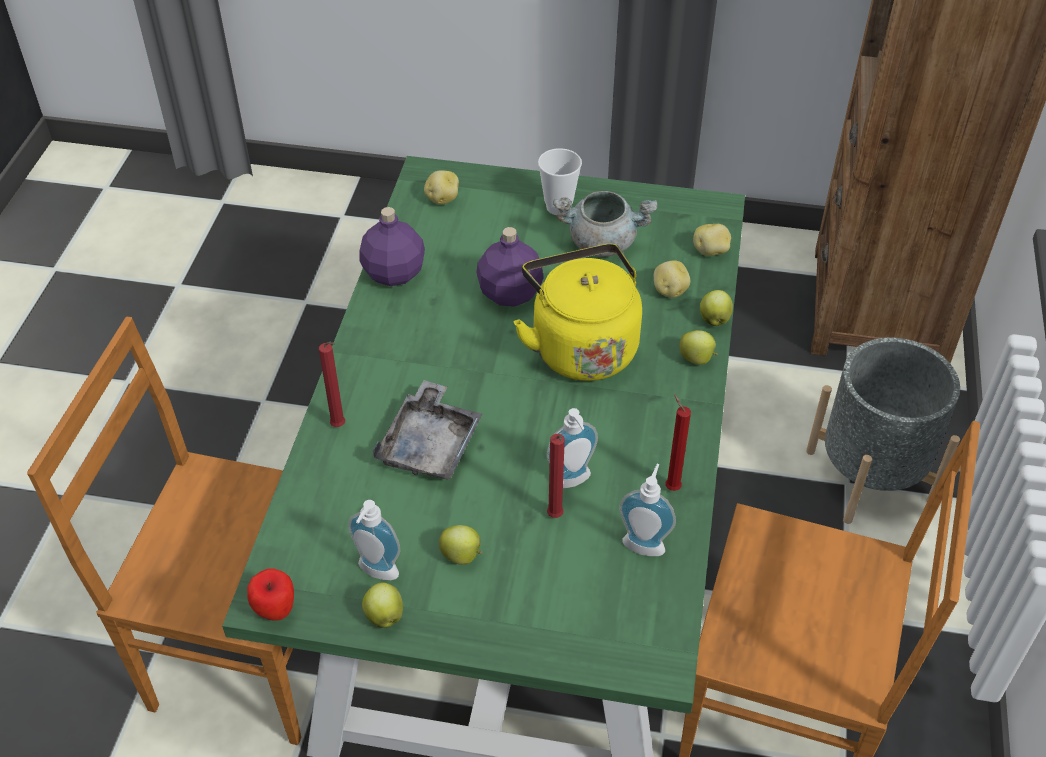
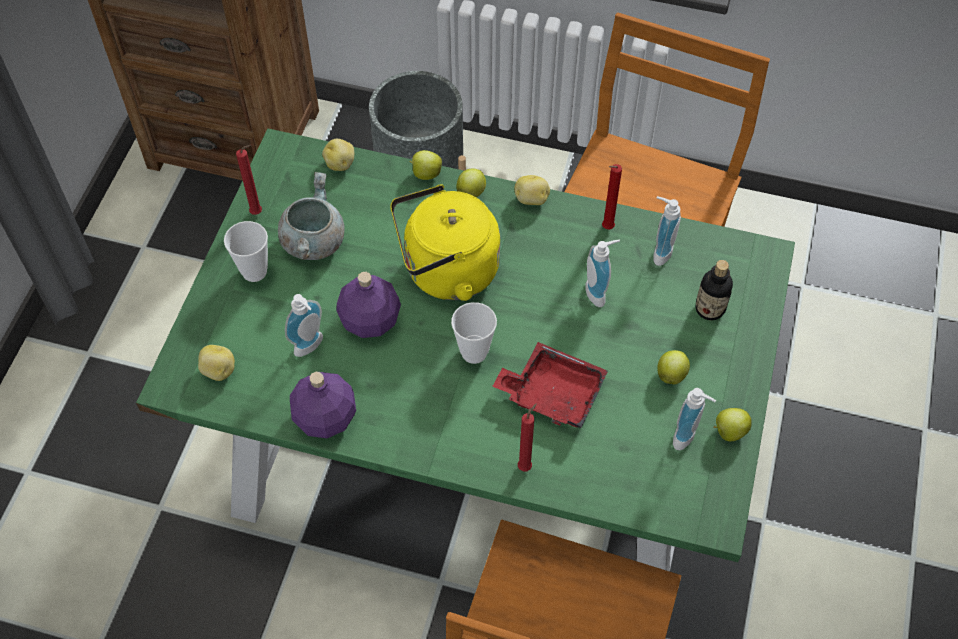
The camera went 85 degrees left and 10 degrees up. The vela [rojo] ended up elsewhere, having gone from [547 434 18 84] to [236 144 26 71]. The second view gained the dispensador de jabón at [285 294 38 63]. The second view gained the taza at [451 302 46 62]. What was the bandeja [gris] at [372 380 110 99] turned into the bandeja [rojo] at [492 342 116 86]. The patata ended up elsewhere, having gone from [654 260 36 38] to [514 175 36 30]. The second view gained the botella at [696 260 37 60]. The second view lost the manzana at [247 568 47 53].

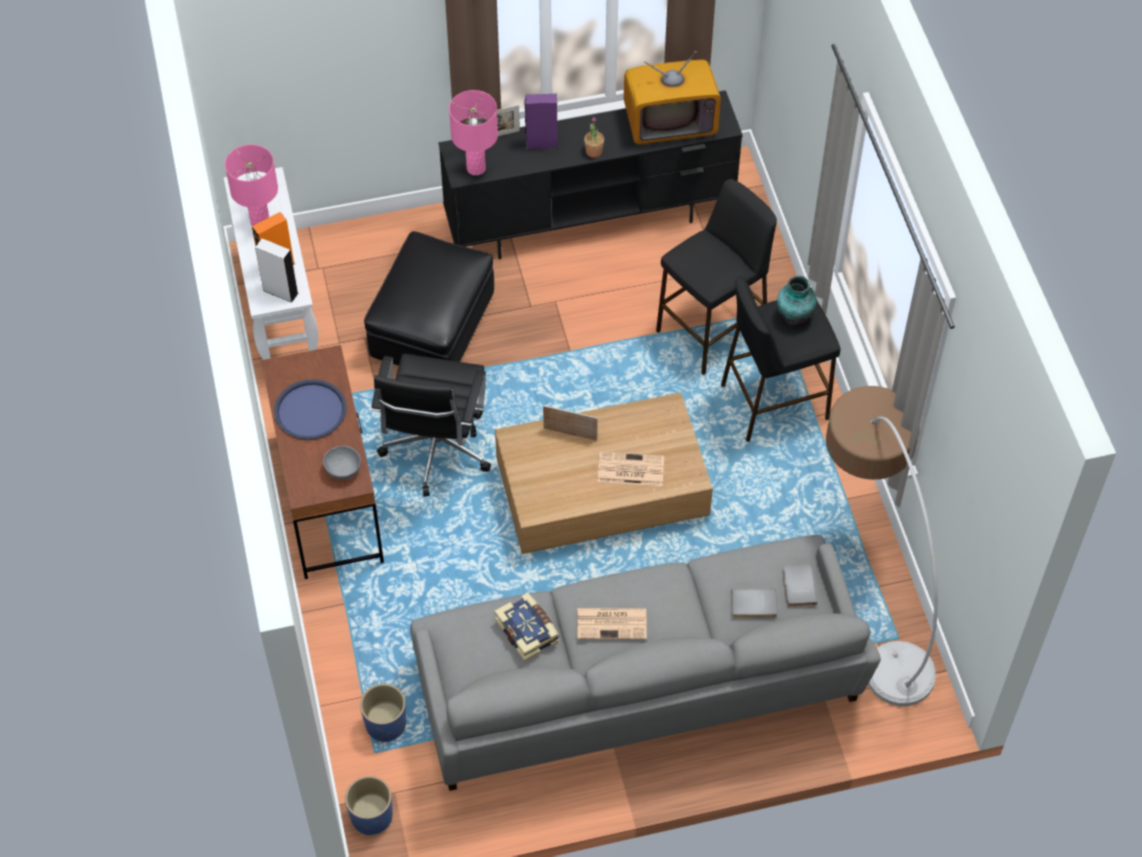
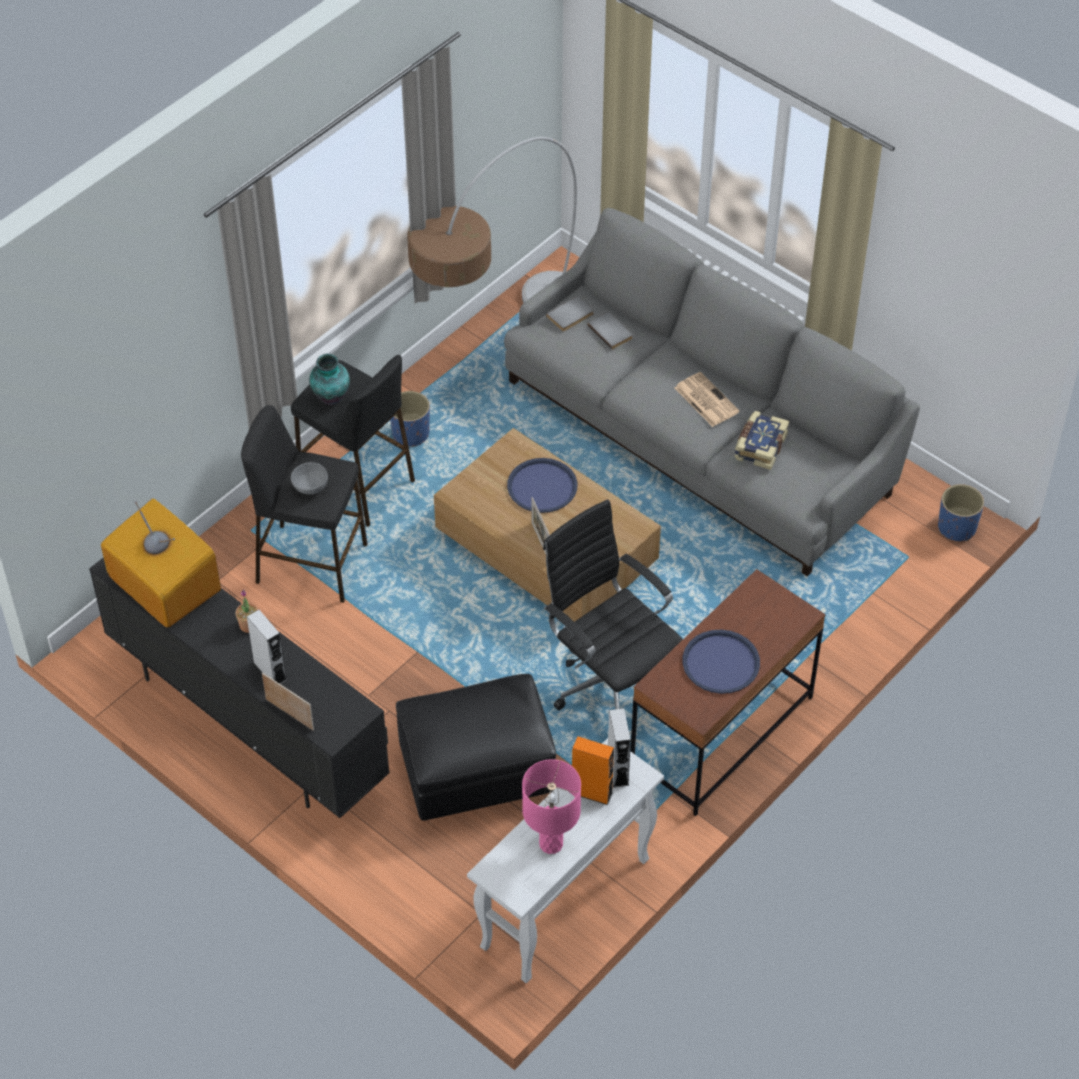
The camera went 125 degrees left and 5 degrees down. What was the altavoz [morado] at [525 94 33 56] turned into the altavoz [gris] at [247 610 40 74]. The cuenco [gris] ended up elsewhere, having gone from [323 446 38 34] to [291 462 37 32]. The maceta [azul] ended up elsewhere, having gone from [360 684 46 58] to [390 391 40 56]. Where the periódico stood at [597 452 67 34], the bandeja [azul] came to stand at [507 458 71 55]. The silla de oficina [negro] at [371 354 120 143] ended up facing another way, 105 degrees counterclockwise from before. The second view lost the lámpara de mesa [rosa] at [449 90 49 85].

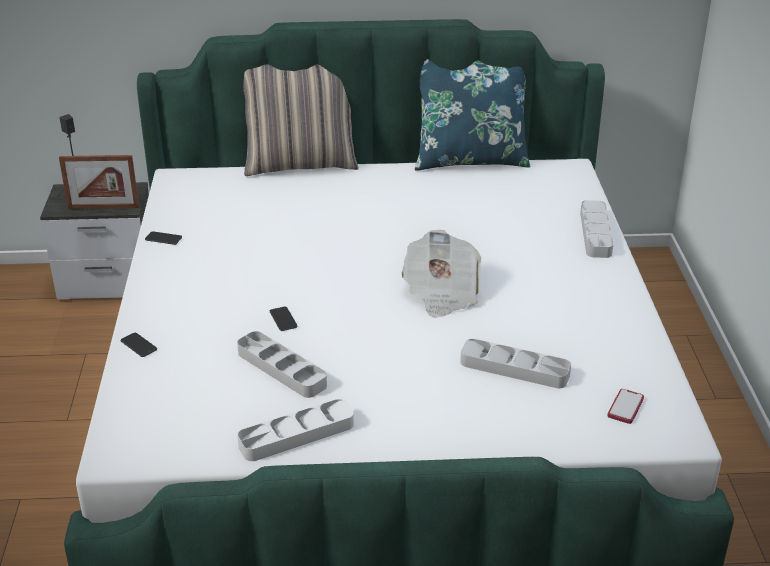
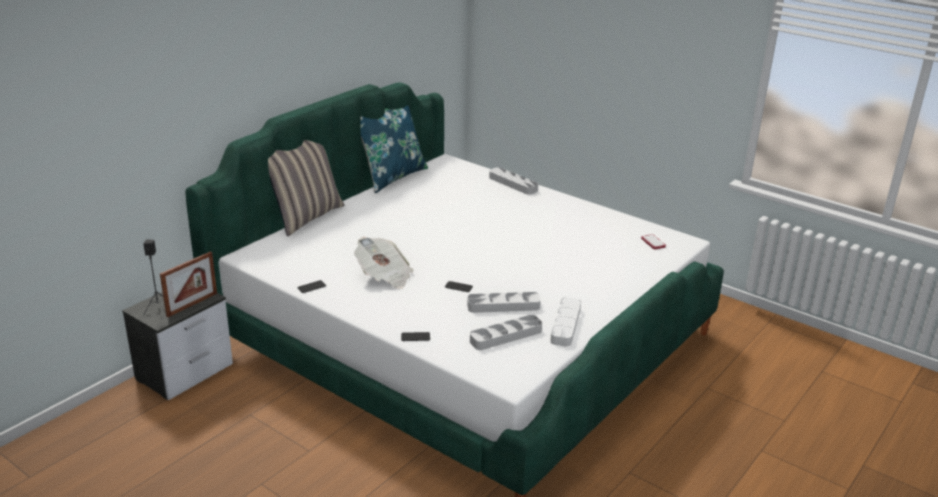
The camera went 50 degrees left and 5 degrees down. The periódico ended up elsewhere, having gone from [401 230 80 88] to [354 237 59 52]. The bandeja [gris] ended up elsewhere, having gone from [460 339 111 50] to [470 315 72 35].

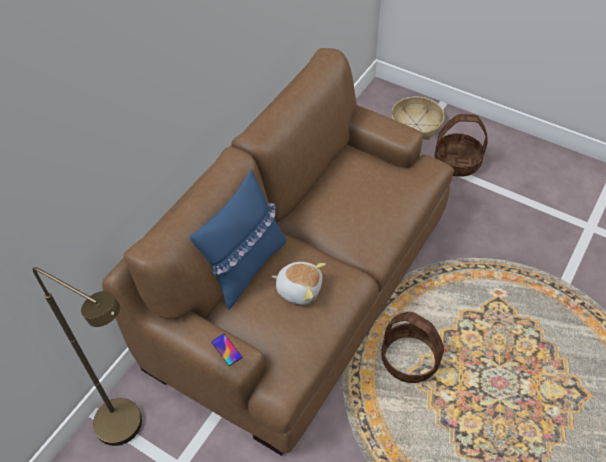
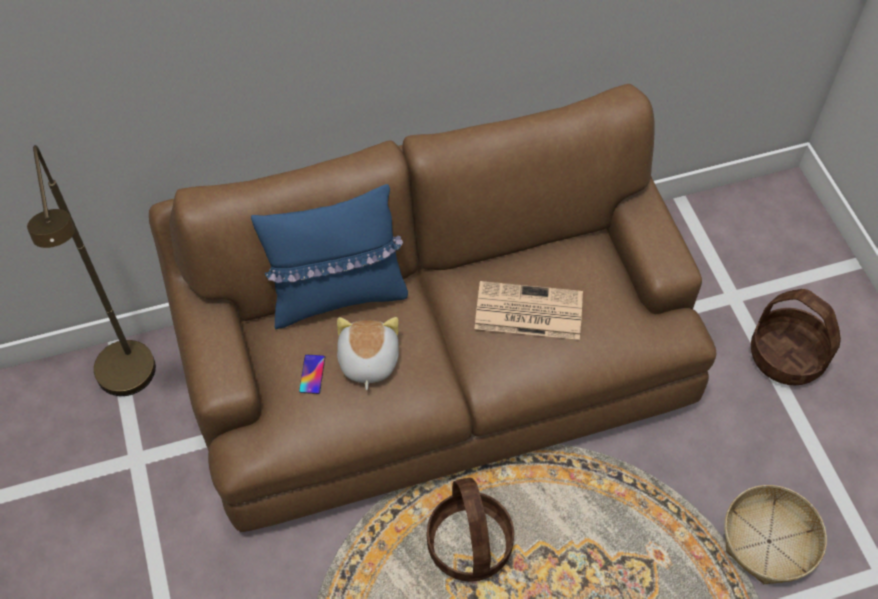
The camera went 40 degrees right and 5 degrees up. The móvil ended up elsewhere, having gone from [211 334 31 32] to [299 354 26 40]. The peluche at [272 262 54 43] ended up facing another way, 150 degrees counterclockwise from before. The second view gained the periódico at [475 281 108 59]. The cesta ended up elsewhere, having gone from [391 96 53 44] to [724 485 103 99].

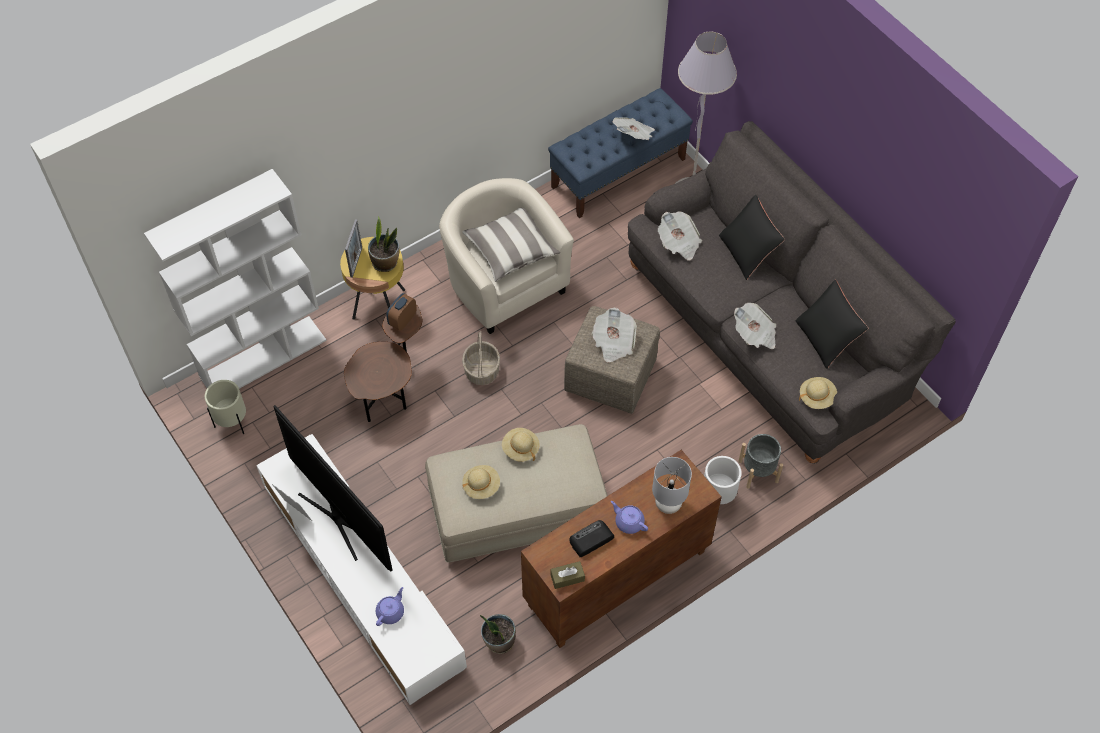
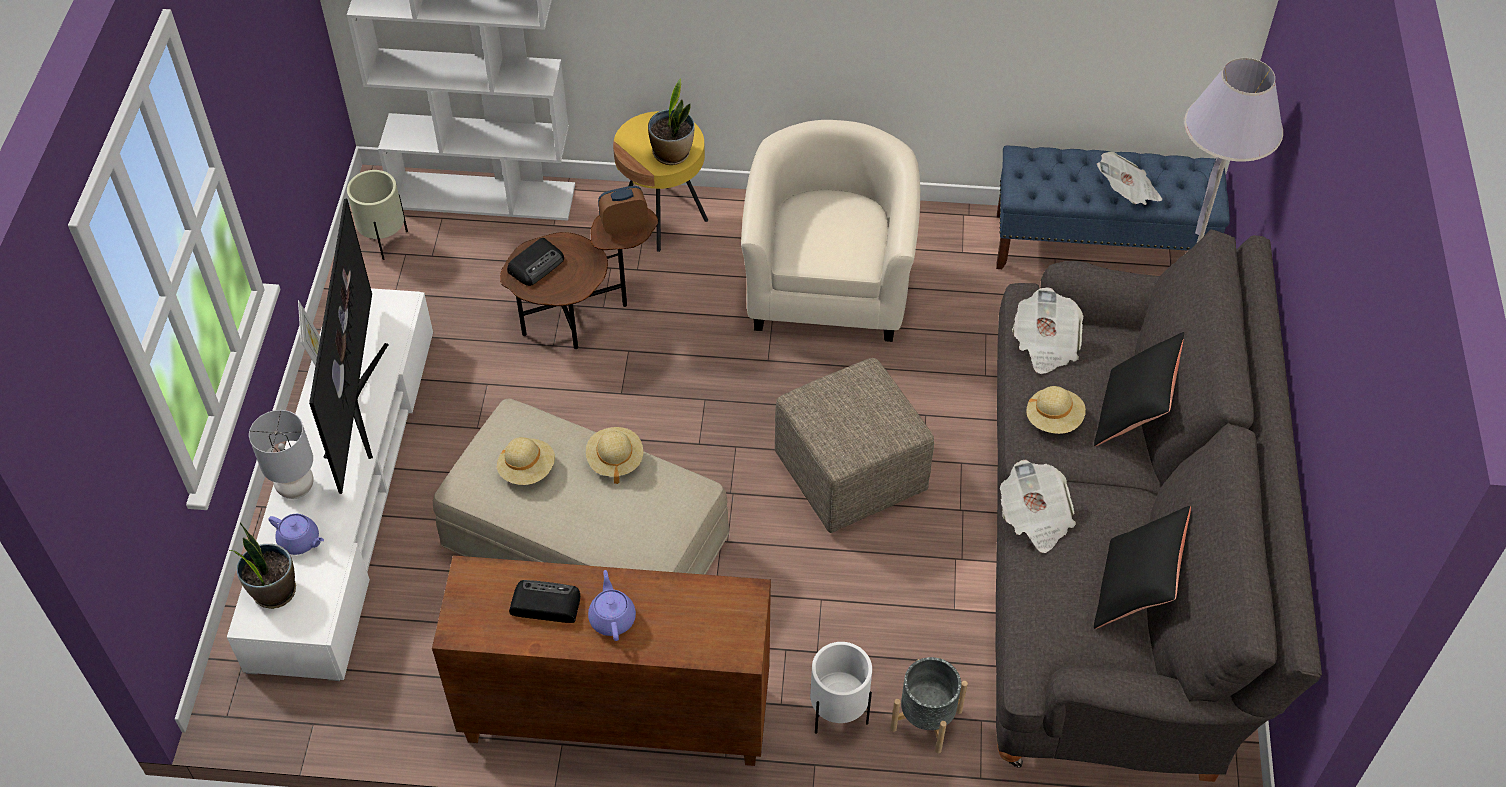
The camera went 40 degrees right and 5 degrees down. The planta en maceta ended up elsewhere, having gone from [480 614 36 40] to [229 523 67 86]. The lámpara de mesa [gris] ended up elsewhere, having gone from [652 457 40 57] to [249 410 65 89]. The tetera [morado] at [376 587 28 39] ended up facing another way, 45 degrees clockwise from before. The second view gained the radio at [507 238 57 48]. The sombrero [beis] ended up elsewhere, having gone from [799 377 38 32] to [1026 386 60 48]. The second view lost the portarretratos at [345 219 17 59]. The second view lost the cojín at [462 208 98 74]. The second view lost the cesta at [462 331 38 54]. The second view lost the caja de pañuelos [marrón] at [550 561 35 28]. The second view lost the periódico at [592 308 45 55].

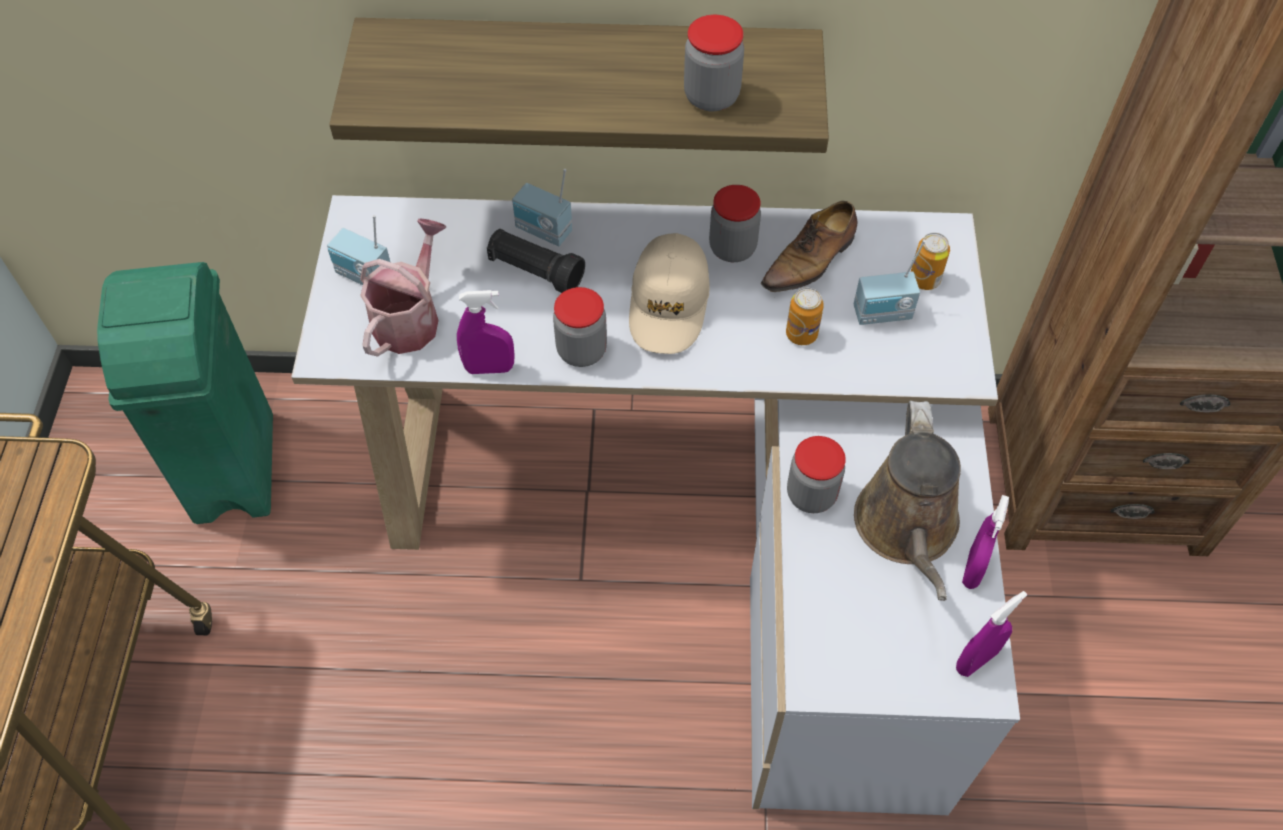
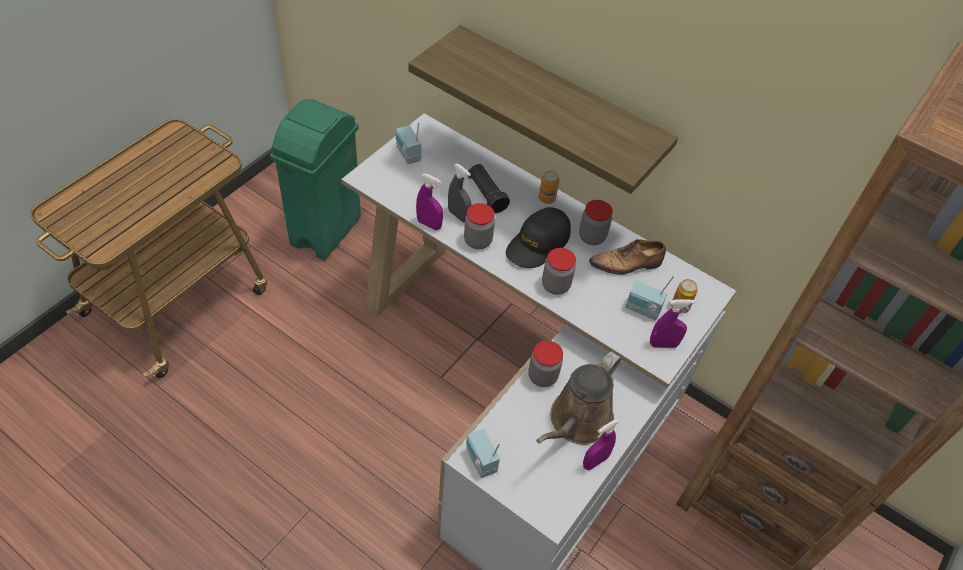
The camera went 30 degrees right and 5 degrees down. The second view gained the pulverizador [gris] at [448 164 23 58]. The radio ended up elsewhere, having gone from [512 169 60 77] to [466 429 34 49]. What was the gorra [beis] at [629 233 81 121] turned into the gorra [negro] at [506 207 65 61]. The lata ended up elsewhere, having gone from [786 288 38 57] to [539 171 20 33]. The tarro ended up elsewhere, having gone from [684 15 60 96] to [542 248 34 47]. The pulverizador [morado] ended up elsewhere, having gone from [956 591 71 86] to [650 299 45 49]. The second view lost the regadera at [360 219 86 138].

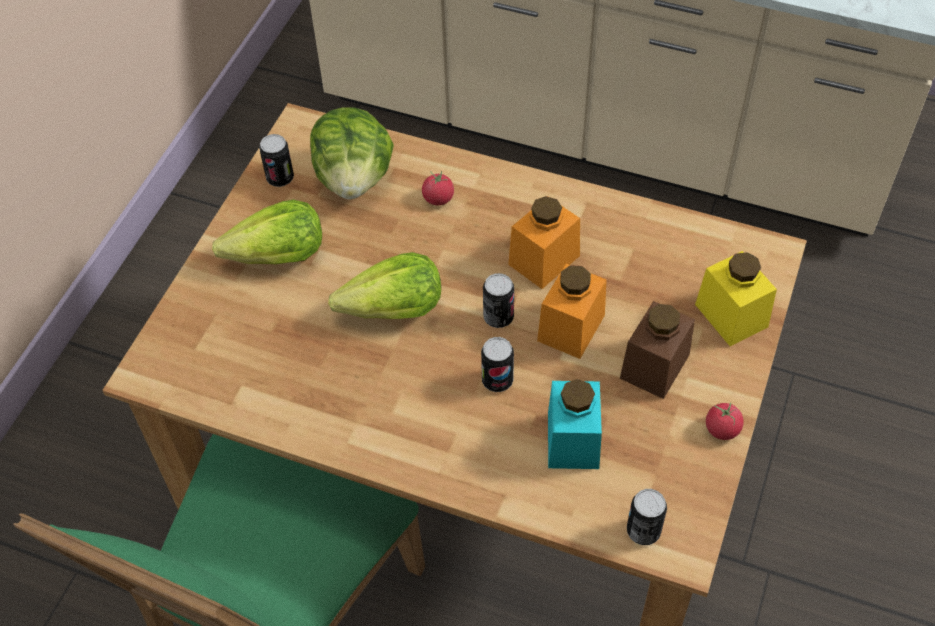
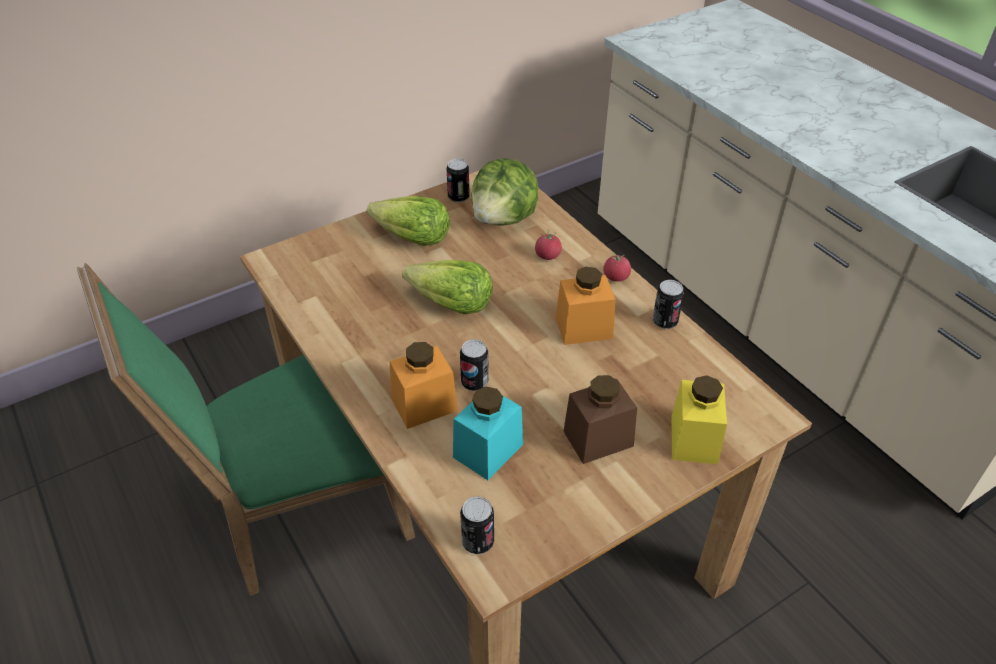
The camera went 35 degrees right and 10 degrees down. The tarro [naranja] ended up elsewhere, having gone from [537 264 70 95] to [389 342 69 87]. The tomate ended up elsewhere, having gone from [706 403 38 37] to [603 252 28 30]. The lata ended up elsewhere, having gone from [483 273 31 55] to [653 280 31 49].

